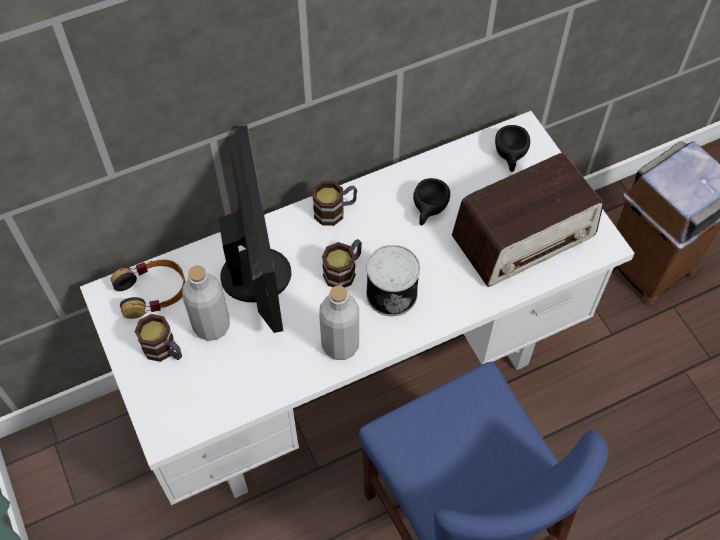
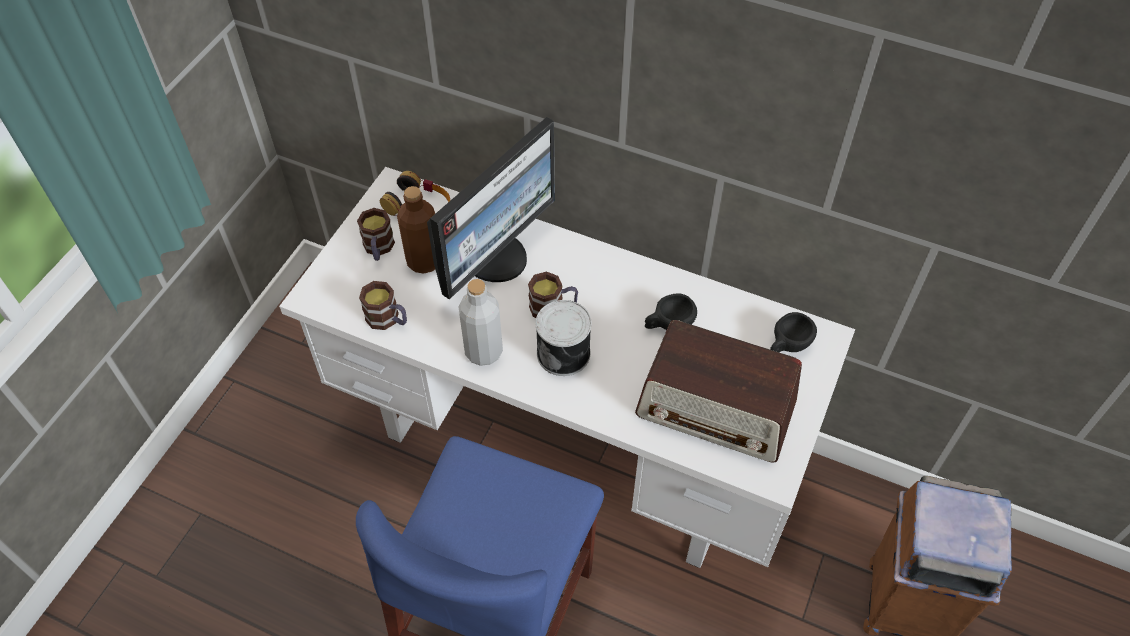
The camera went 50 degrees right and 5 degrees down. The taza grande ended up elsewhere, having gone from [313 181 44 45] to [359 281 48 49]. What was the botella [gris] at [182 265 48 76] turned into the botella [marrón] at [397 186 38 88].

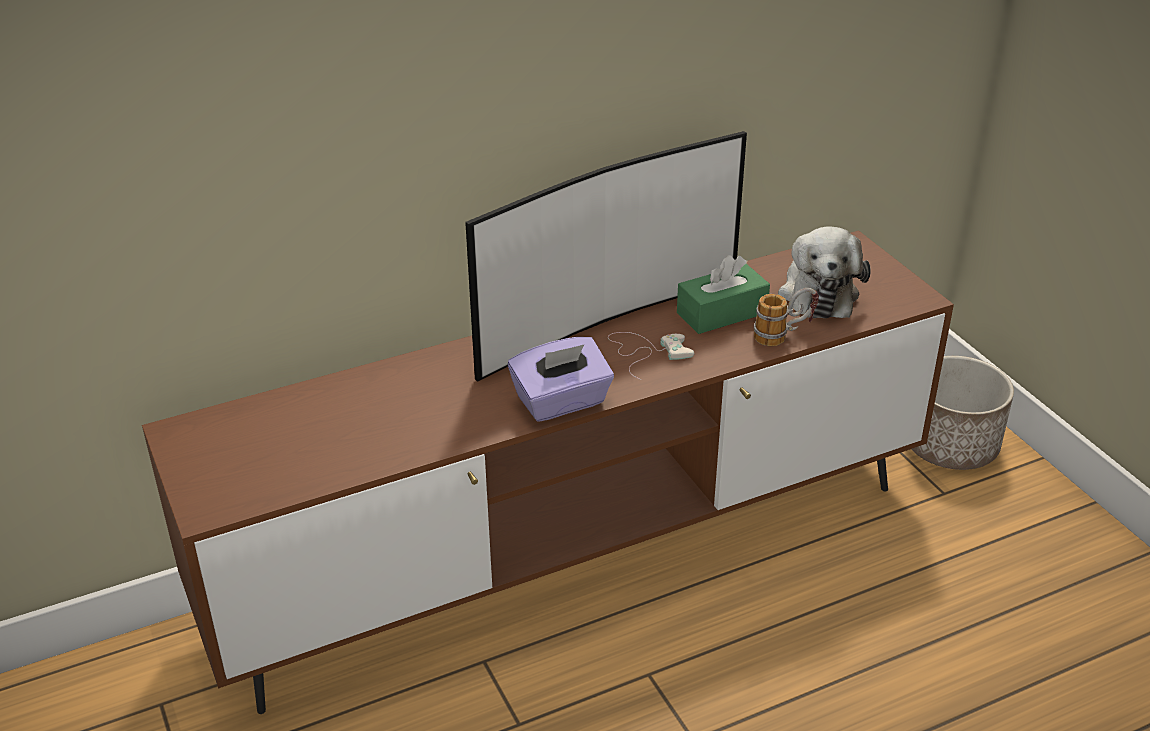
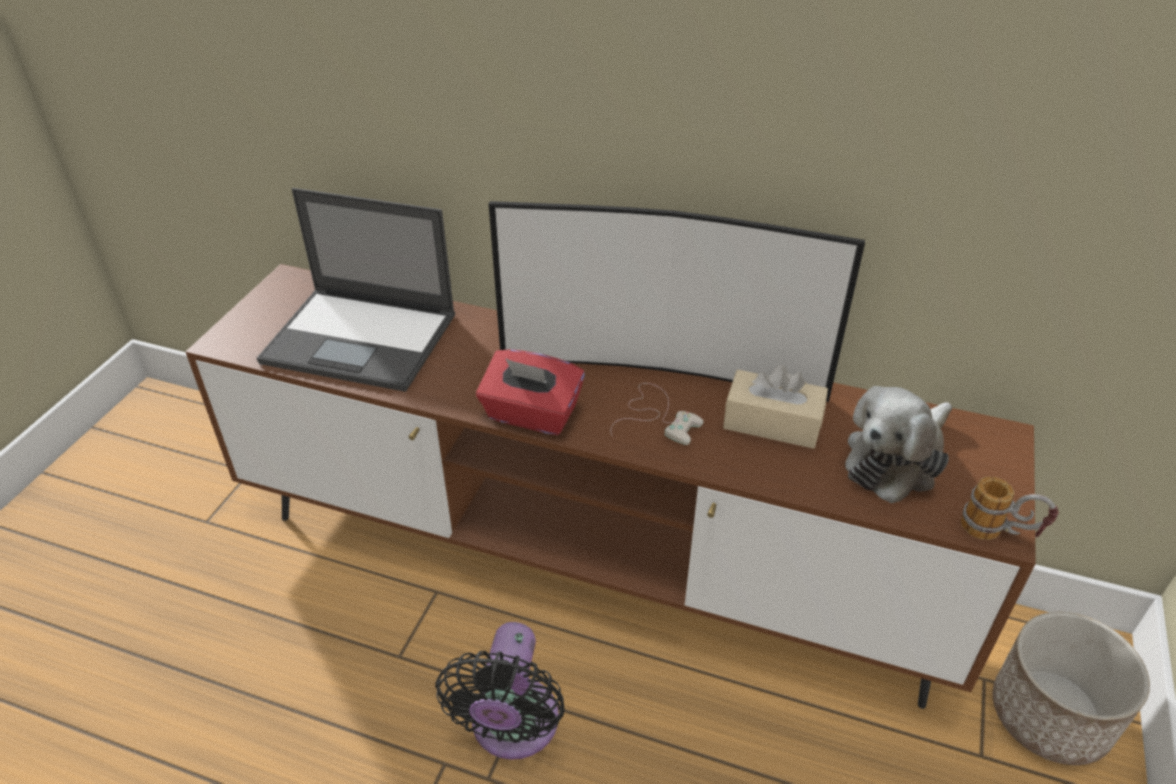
The camera went 45 degrees right and 5 degrees up. The second view gained the portátil at [257 188 198 204]. The second view gained the ventilador [negro] at [435 622 130 138]. What was the caja de pañuelos [morado] at [508 337 106 85] turned into the caja de pañuelos [rojo] at [476 349 109 86]. What was the caja de pañuelos [verde] at [677 255 93 79] turned into the caja de pañuelos [beis] at [723 365 105 84]. The taza grande ended up elsewhere, having gone from [754 288 65 58] to [961 476 98 64].

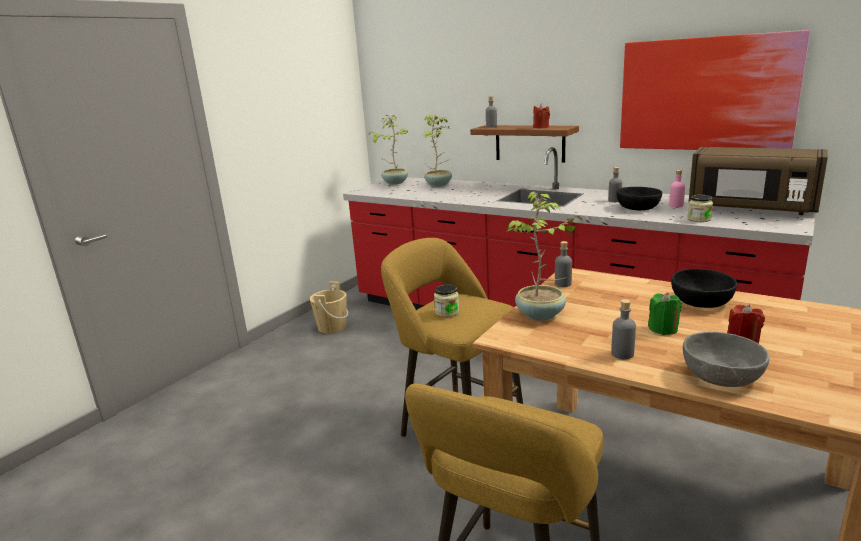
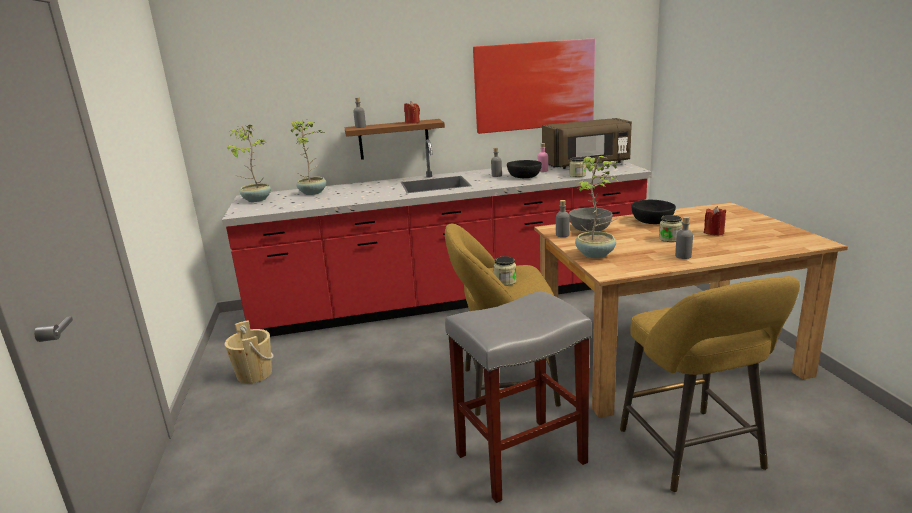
The camera went 45 degrees left and 0 degrees up. The second view gained the taburete [gris] at [445 291 147 212]. The cuenco [gris] ended up elsewhere, having gone from [683 332 87 55] to [569 208 44 24]. Where the vela [verde] stood at [648 292 34 43], the tarro came to stand at [659 215 23 27].

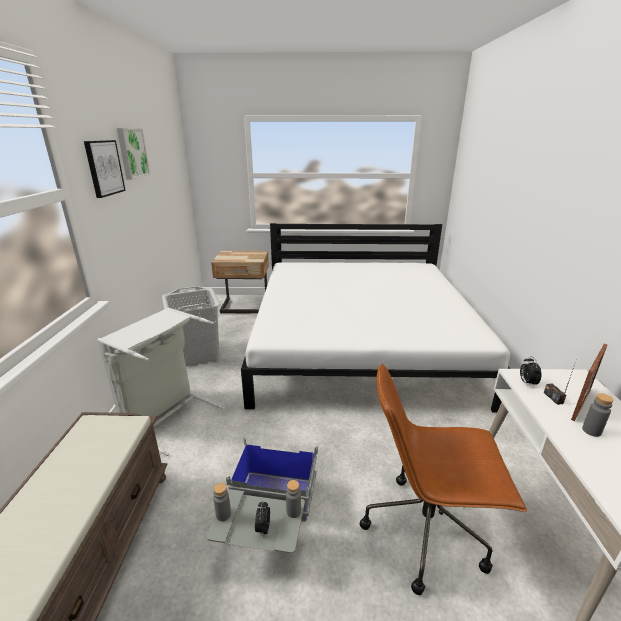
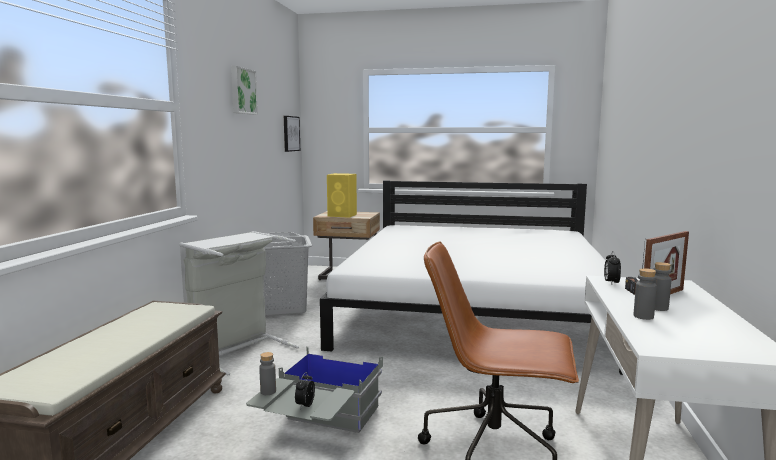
The camera went 10 degrees right and 15 degrees down. The cuadro ended up elsewhere, having gone from [84 140 42 58] to [284 116 16 36]. The second view gained the altavoz [amarillo] at [327 173 30 45]. The botella [gris] ended up elsewhere, having gone from [286 480 15 38] to [634 268 23 52].

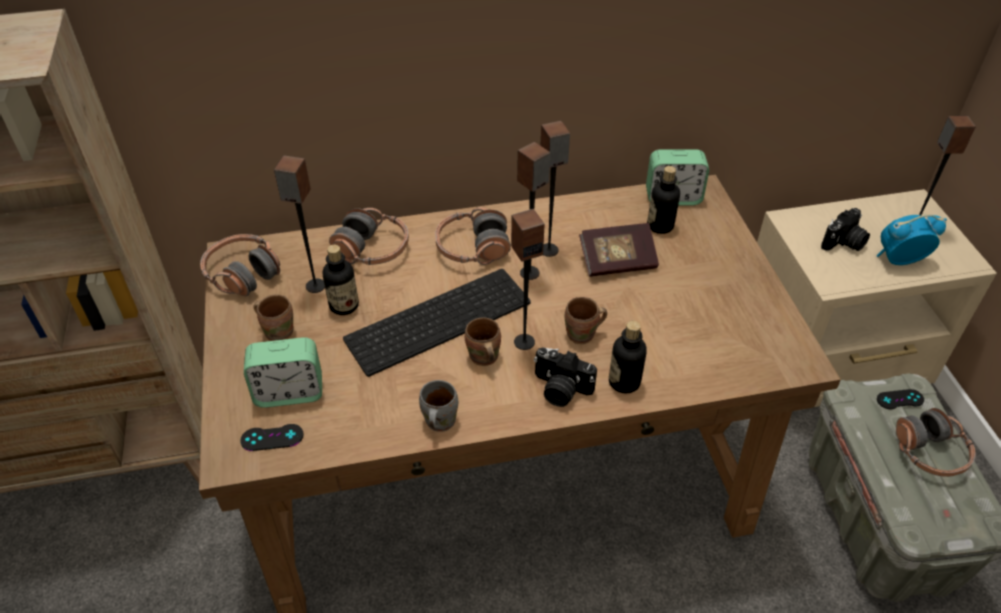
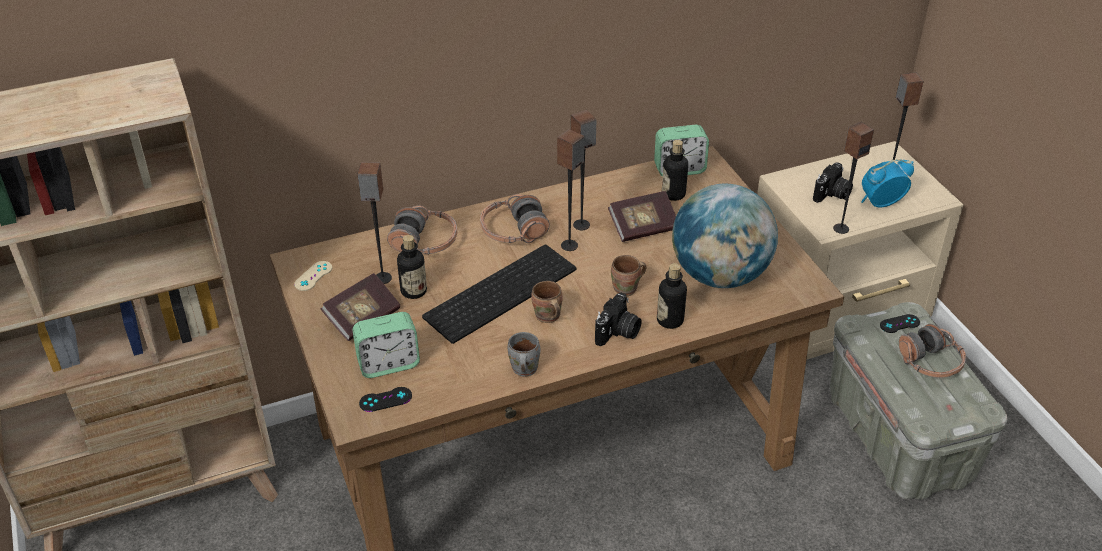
The camera went 10 degrees left and 5 degrees down. Where the auriculares stood at [200 234 80 62], the mando de consola [beis] came to stand at [294 261 38 30]. Where the taza grande [marrón] stood at [253 294 40 47], the libro came to stand at [321 273 79 68]. The cámara at [534 347 63 60] ended up facing another way, 75 degrees counterclockwise from before. The second view gained the globo terráqueo at [672 184 106 104]. The altavoz ended up elsewhere, having gone from [511 209 34 141] to [833 122 41 112].

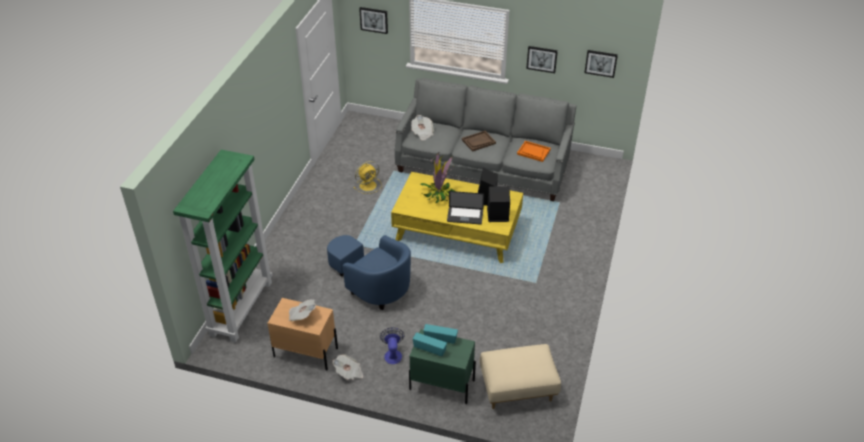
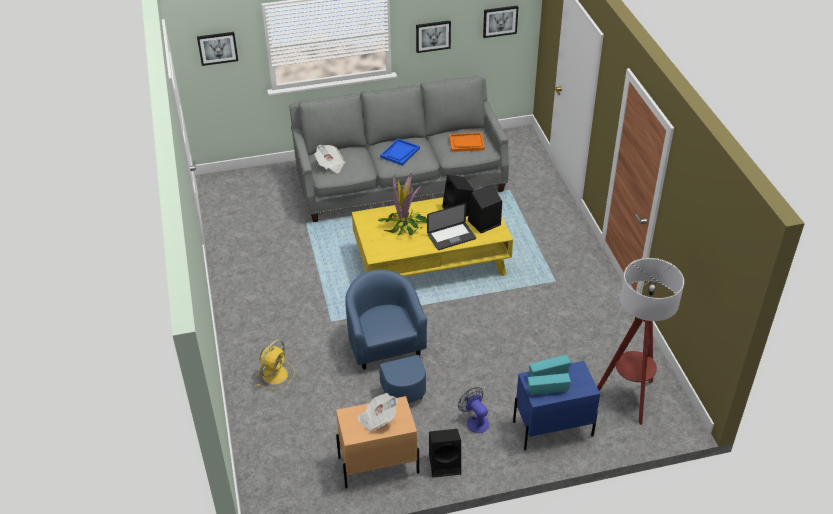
The camera went 30 degrees left and 0 degrees up. The ventilador [amarillo] ended up elsewhere, having gone from [354 161 28 33] to [258 340 37 49]. The sillón [azul] at [327 235 84 75] ended up facing another way, 120 degrees counterclockwise from before. What was the bandeja [marrón] at [462 131 34 21] turned into the bandeja [azul] at [380 138 40 28]. Where the periódico stood at [333 354 30 26], the altavoz [negro] came to stand at [429 429 32 48]. What was the mesita de noche [verde] at [409 329 67 75] turned into the mesita de noche [azul] at [513 361 87 89]. Where the puf [beis] stood at [479 344 82 65], the lámpara de pie came to stand at [597 258 87 167]. The second view lost the estantería [verde] at [173 150 100 193].

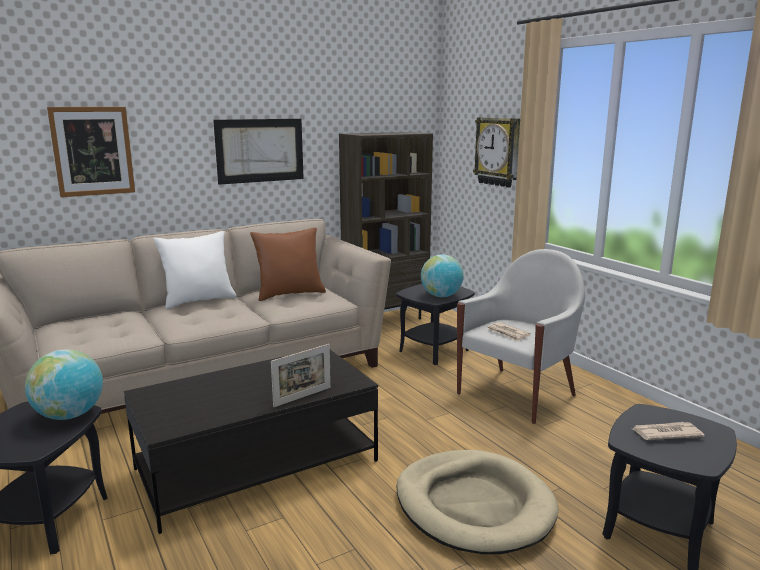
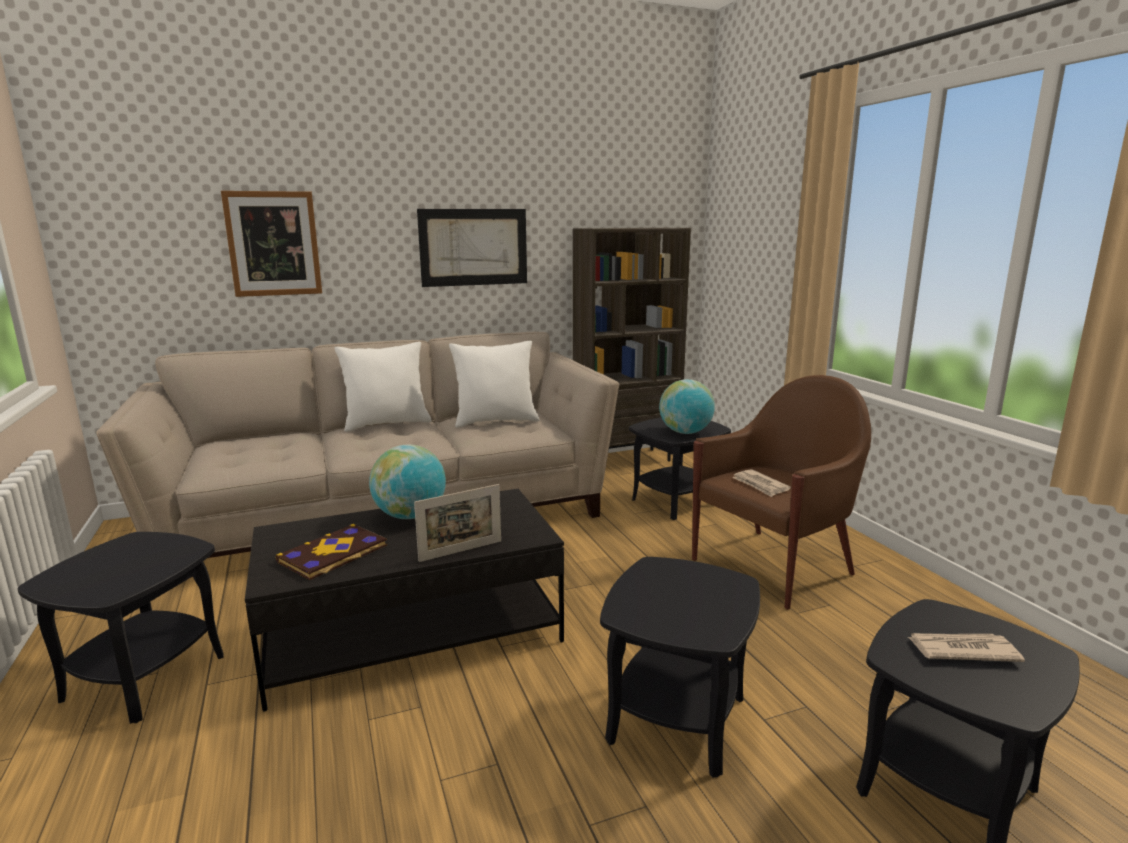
The camera went 10 degrees right and 0 degrees up. The second view gained the libro at [276 524 111 56]. The globo terráqueo ended up elsewhere, having gone from [25 349 78 71] to [369 445 77 74]. What was the cojín [marrón] at [250 227 76 74] turned into the cojín [blanco] at [449 341 90 87]. Where the cama para perro [beis] stood at [396 450 163 104], the mesa auxiliar [negro] came to stand at [600 557 160 221]. What was the sillón [blanco] at [457 249 128 175] turned into the sillón [marrón] at [692 375 179 235]. The second view lost the reloj de pared at [473 117 47 71].

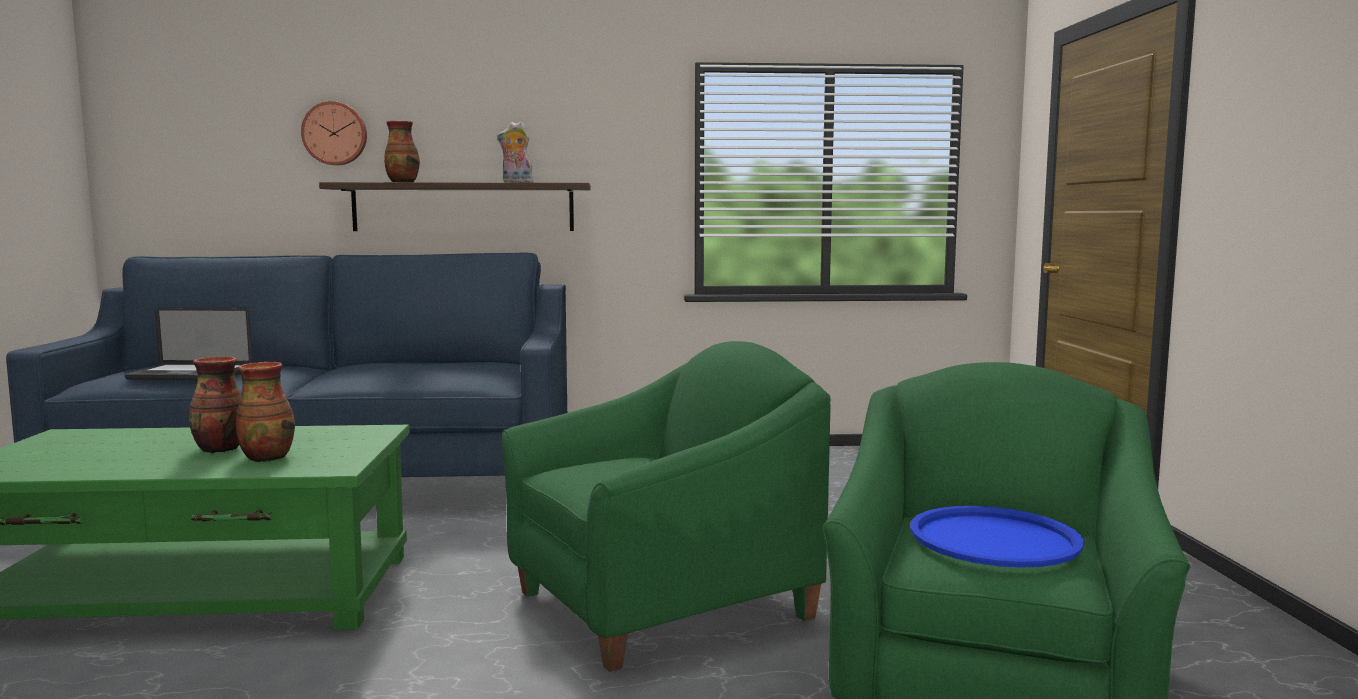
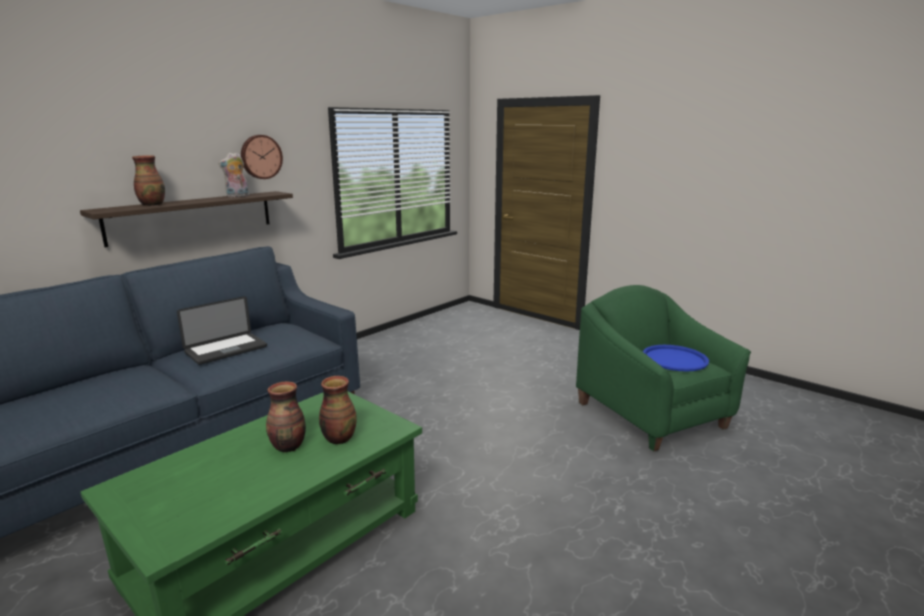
The camera went 45 degrees left and 10 degrees up. The portátil ended up elsewhere, having gone from [125 307 128 73] to [177 296 90 69]. The reloj de pared ended up elsewhere, having gone from [301 101 66 64] to [241 135 42 44]. The second view lost the sillón [verde] at [502 341 329 331].

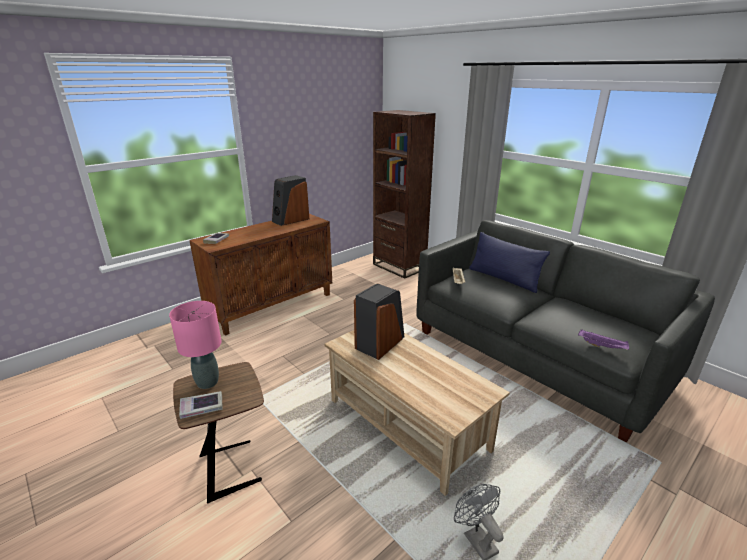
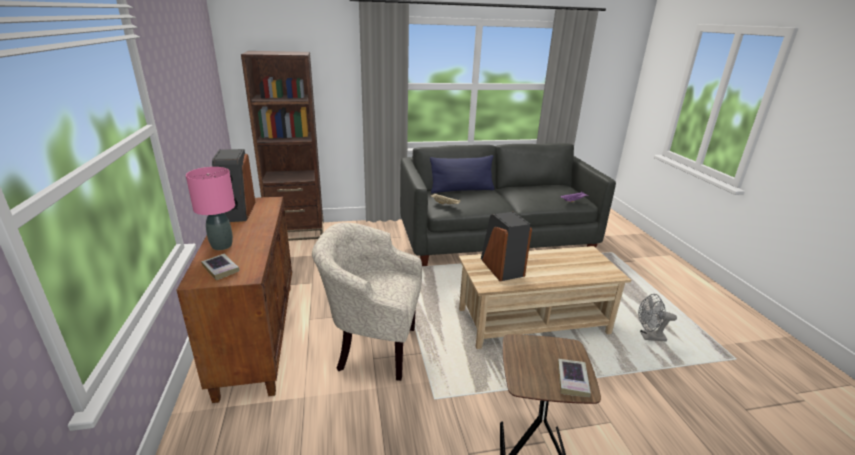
The camera went 60 degrees left and 0 degrees up. The lámpara de mesa [rosa] ended up elsewhere, having gone from [169 301 53 88] to [186 167 49 83]. The second view gained the sillón [beis] at [312 223 110 158].

